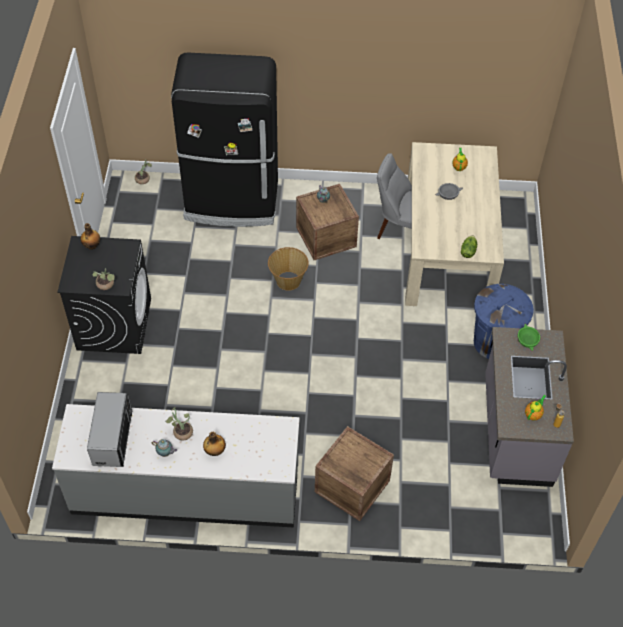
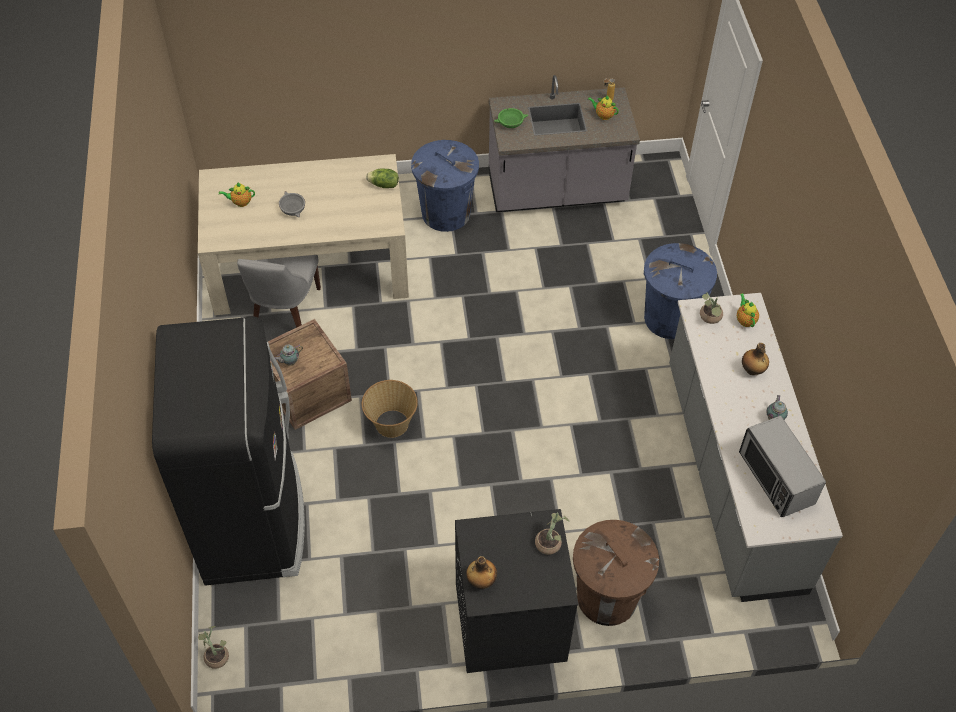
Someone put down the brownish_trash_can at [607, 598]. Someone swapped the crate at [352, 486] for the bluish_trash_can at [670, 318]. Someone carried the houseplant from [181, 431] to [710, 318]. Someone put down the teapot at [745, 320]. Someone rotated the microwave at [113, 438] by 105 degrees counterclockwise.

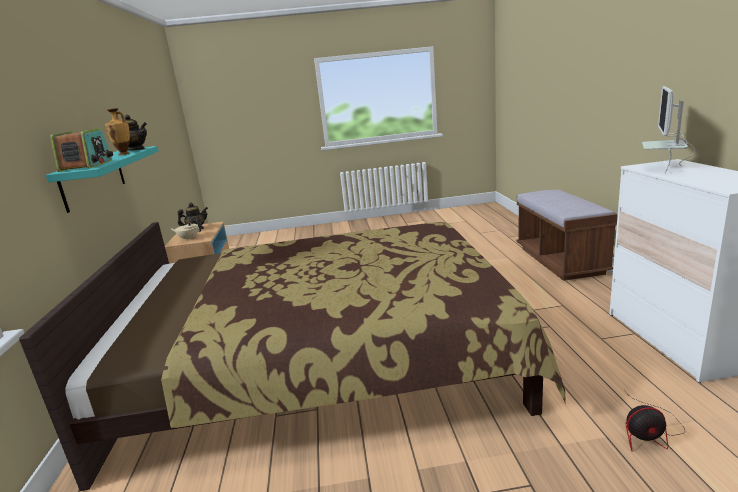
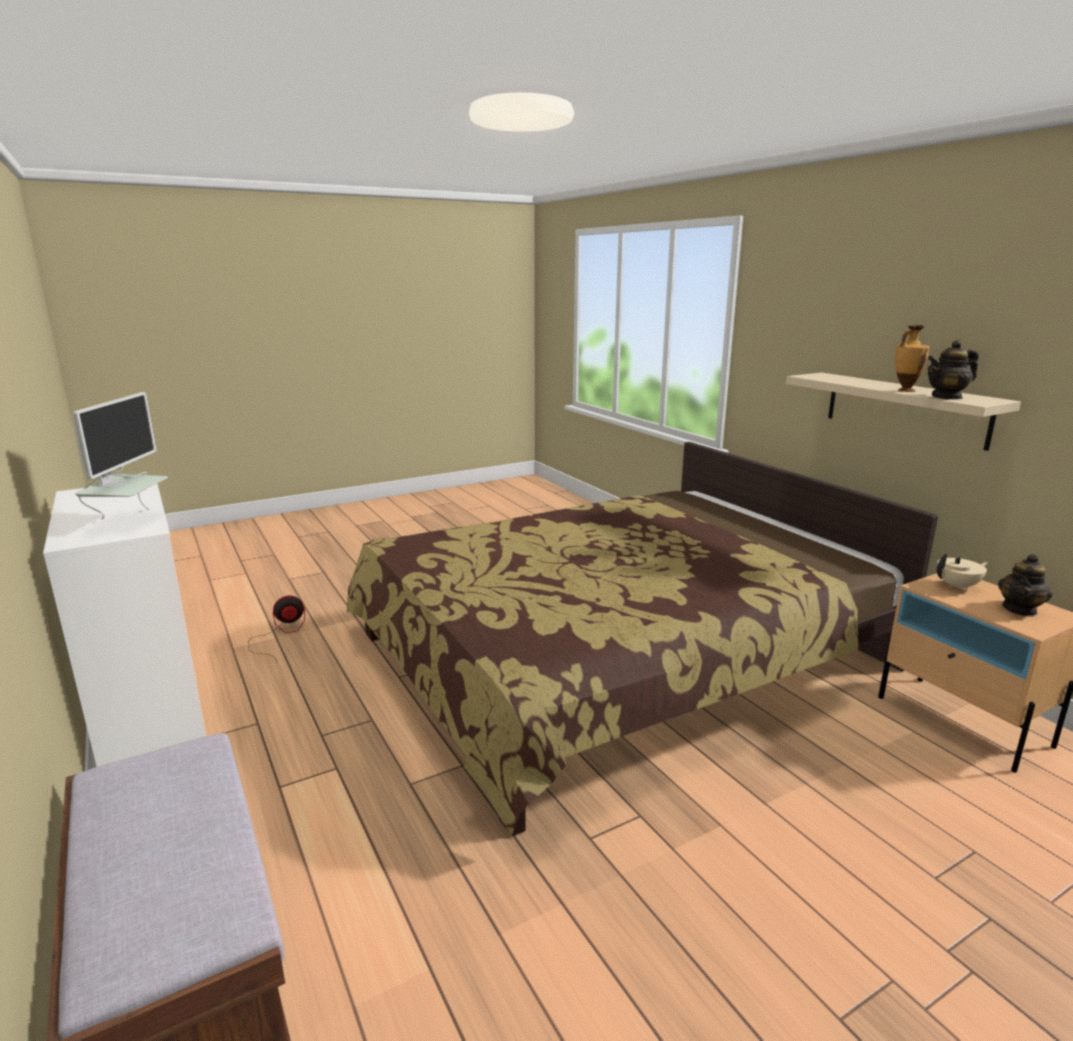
Someone repainted the blue-green_bracket_shelf at [94, 178], which became the sand-coloured_bracket_shelf at [905, 409]. Someone took away the radio at [87, 165].

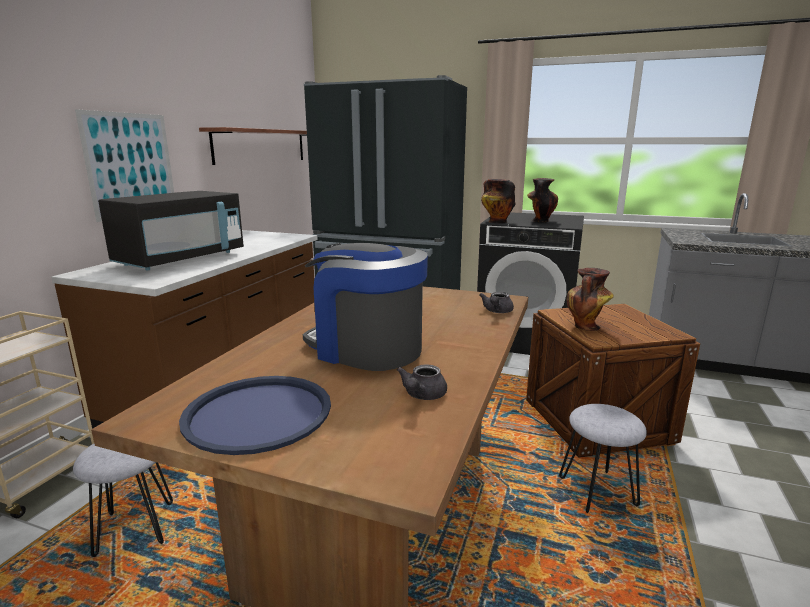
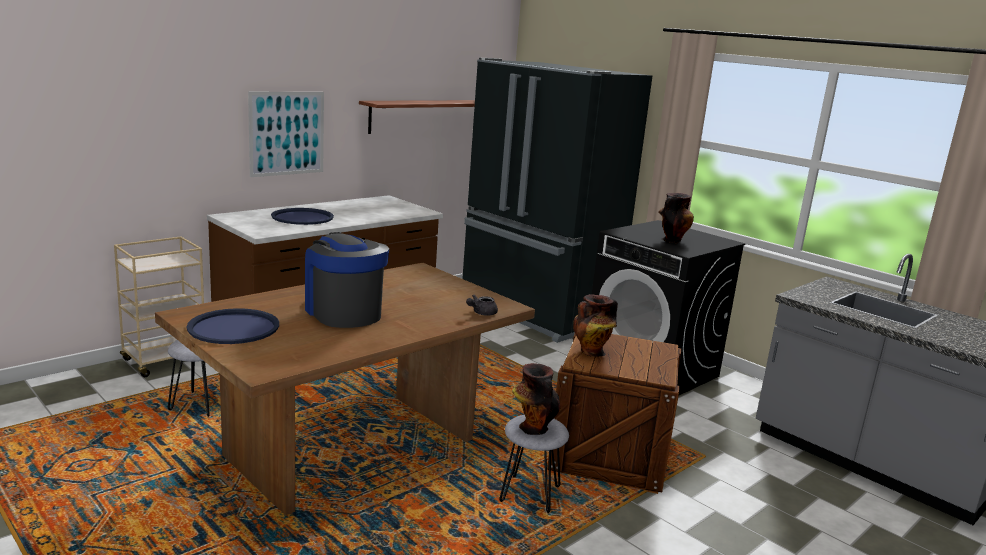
Someone swapped the black_microwave at [182, 259] for the bluish_carrying_tray at [302, 217]. Someone carried the decorative_vase from [496, 221] to [532, 427]. Someone took away the greyish_teapot at [422, 396].

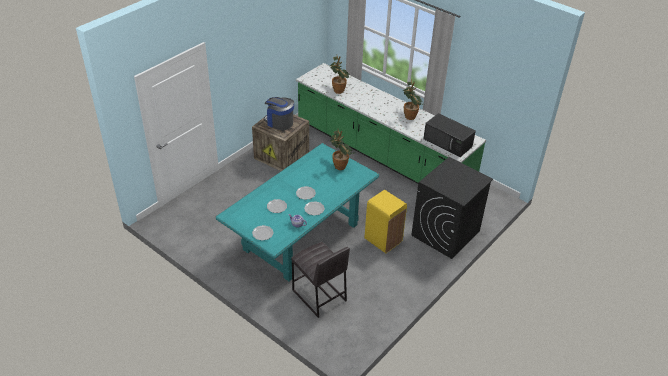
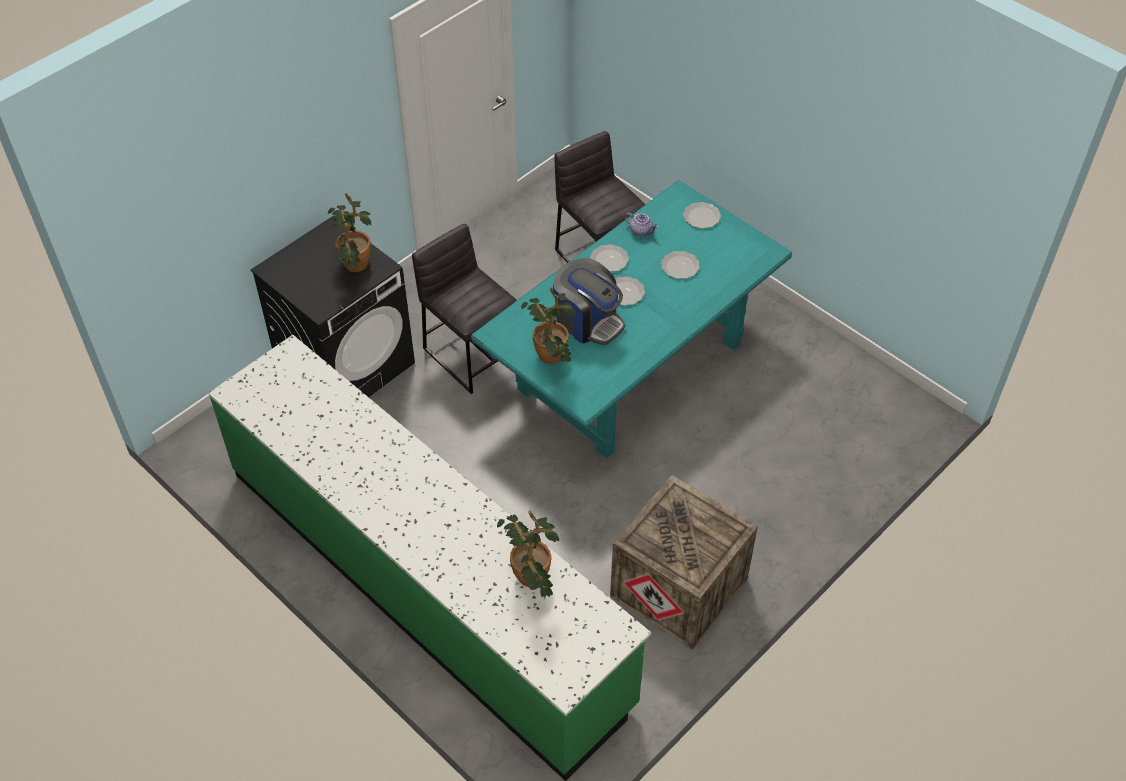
Someone carried the houseplant from [410, 115] to [354, 268]. Someone swapped the yellowish_trash_can at [383, 240] for the greyish_sitting_stool at [472, 354]. Someone carried the coffee_maker from [279, 122] to [588, 321]. Someone took away the black_microwave at [448, 143].

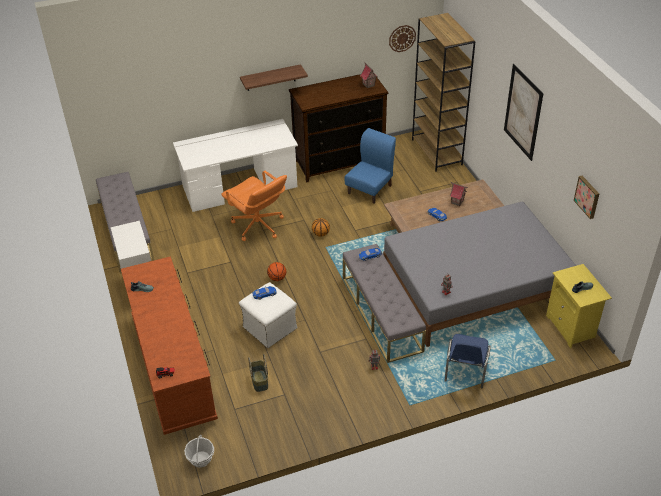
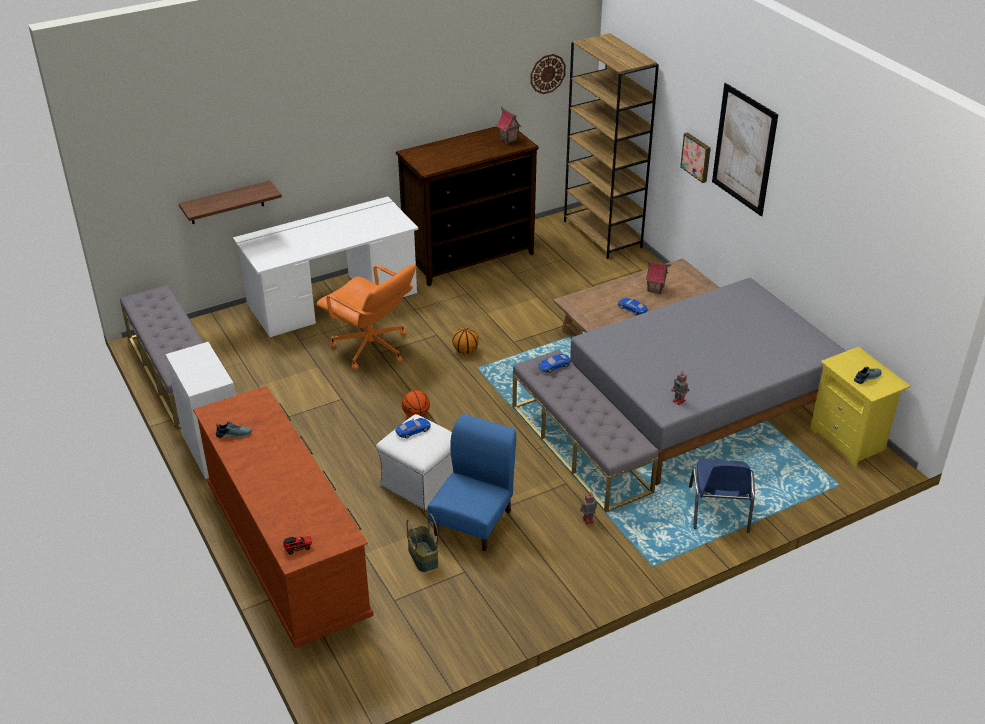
Someone carried the bracket_shelf from [271, 78] to [226, 203]. Someone carried the bluish_upright_chair from [370, 189] to [474, 522]. Someone carried the wall_picture from [587, 196] to [697, 157]. Someone took away the storage_basket at [201, 459].

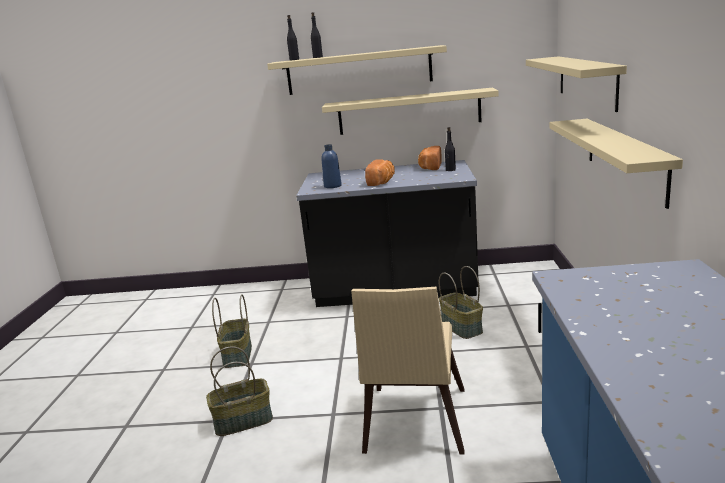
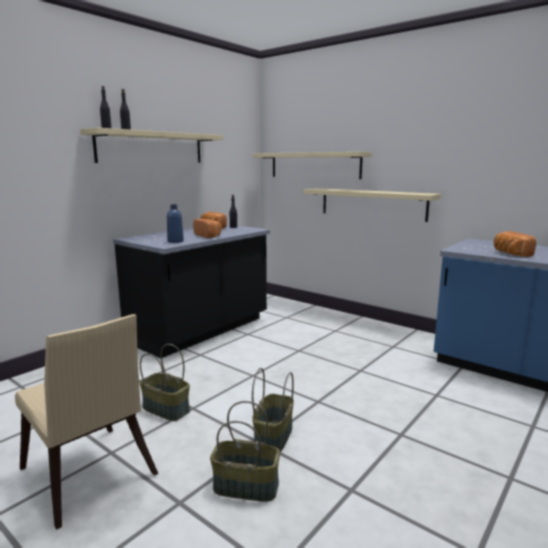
Someone carried the sand-coloured_upright_chair from [413, 425] to [89, 478]. Someone carried the storage_basket from [462, 327] to [246, 486]. Someone put down the bakery_bread at [510, 254]. Someone took away the sand-coloured_bracket_shelf at [409, 112].

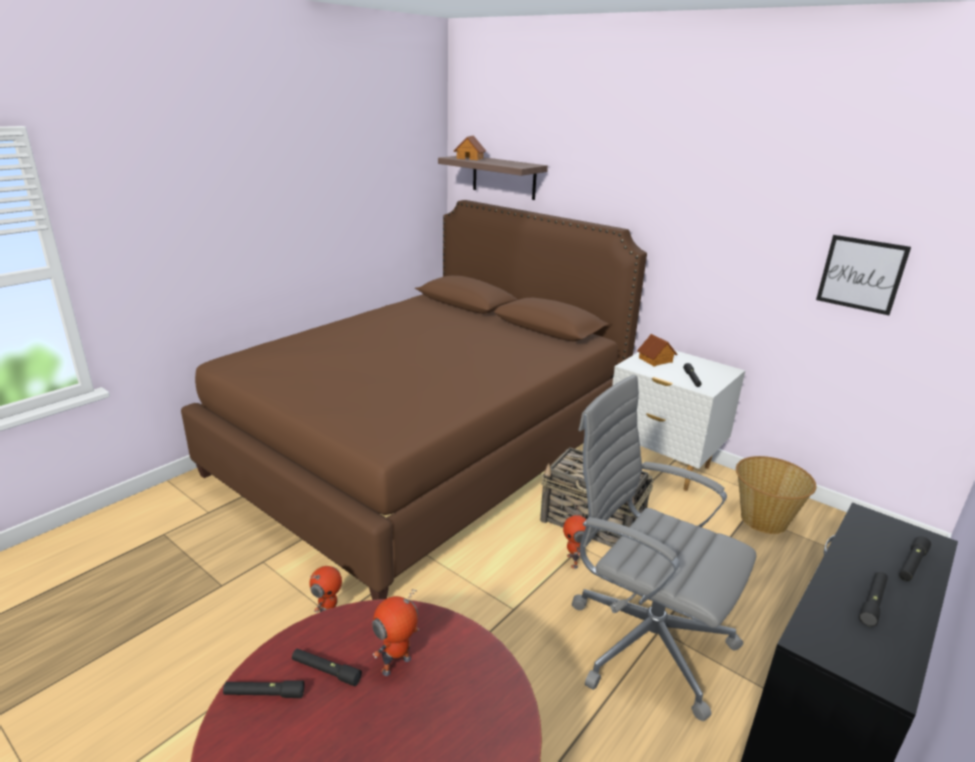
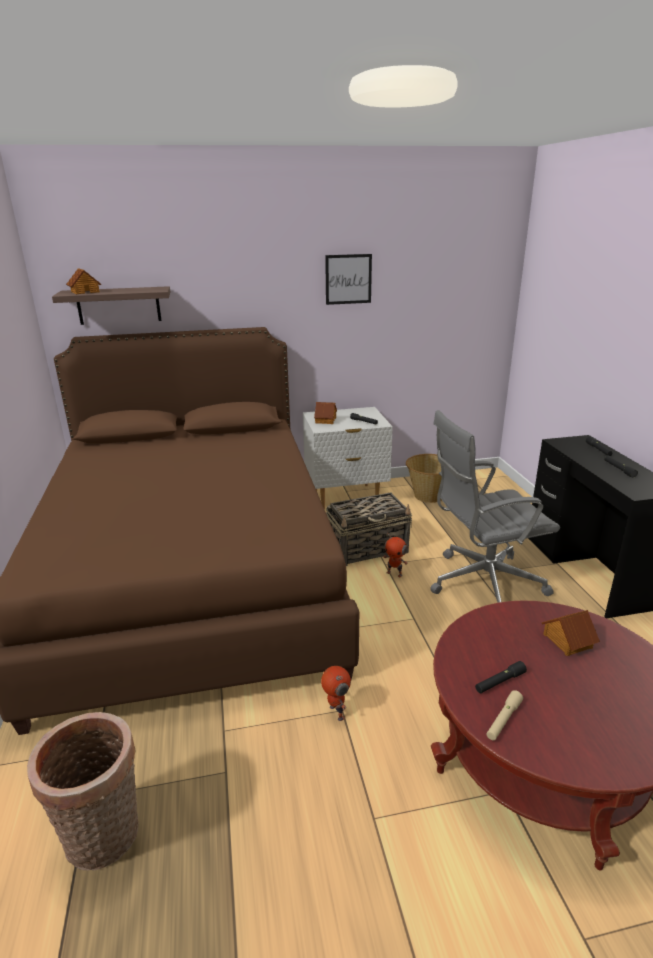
Someone put down the storage_basket at [105, 838]. Someone carried the wall_picture from [861, 274] to [348, 279]. Someone repainted the black_flashlight at [264, 694], which became the sand-coloured_flashlight at [503, 720]. Someone put down the miniature_house at [567, 641]. Someone took away the toy_robot at [397, 666].

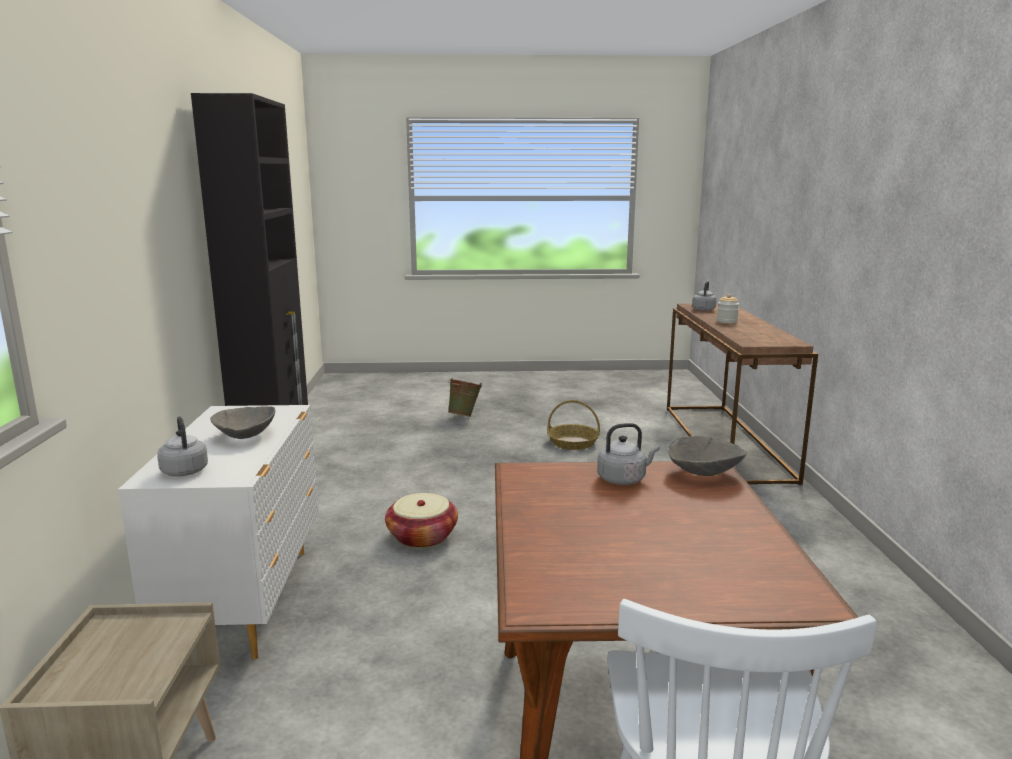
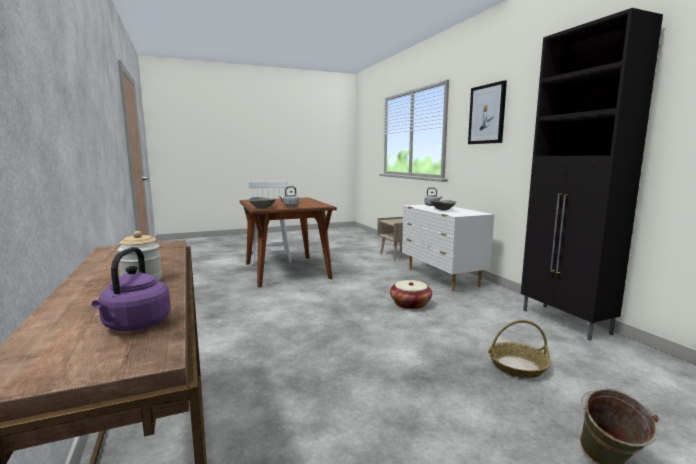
Someone repainted the greyish_kettle at [704, 309], which became the purplish_kettle at [135, 325]. Someone put up the wall_picture at [487, 114]. Someone carried the storage_basket from [573, 443] to [517, 366].

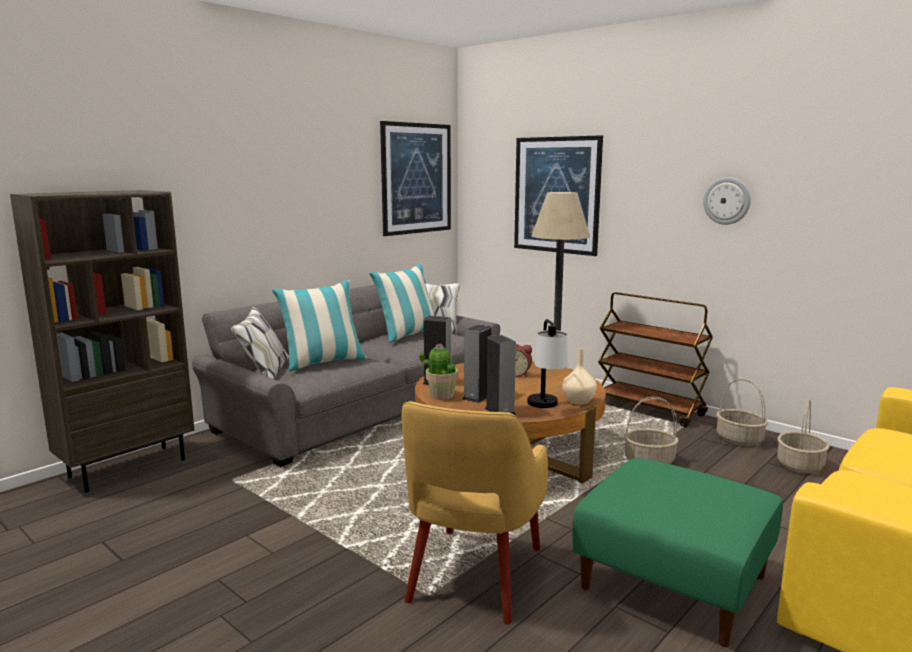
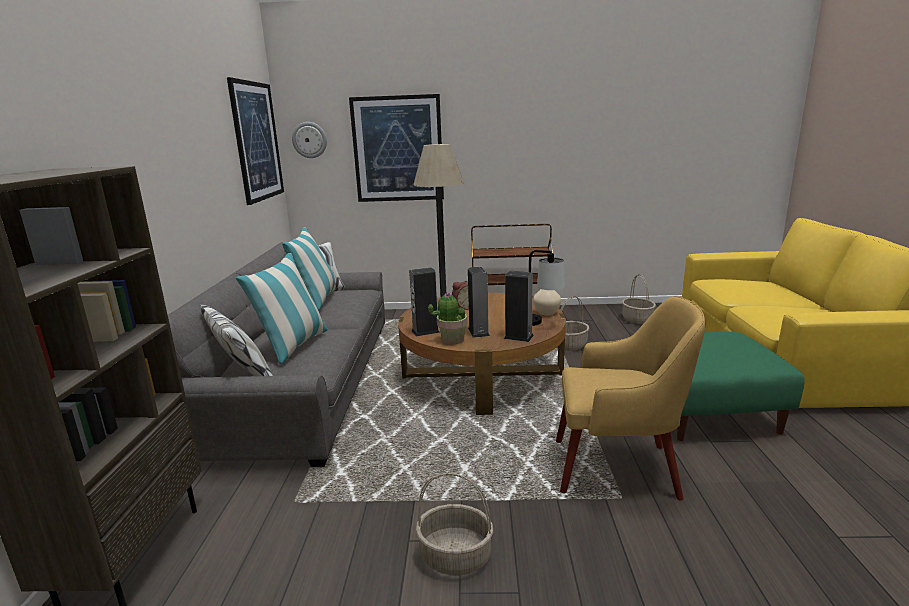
Someone carried the hanging_clock from [727, 201] to [309, 140]. Someone carried the storage_basket from [738, 439] to [454, 557]. Someone rotated the yellowish_armchair at [473, 576] by 60 degrees counterclockwise.

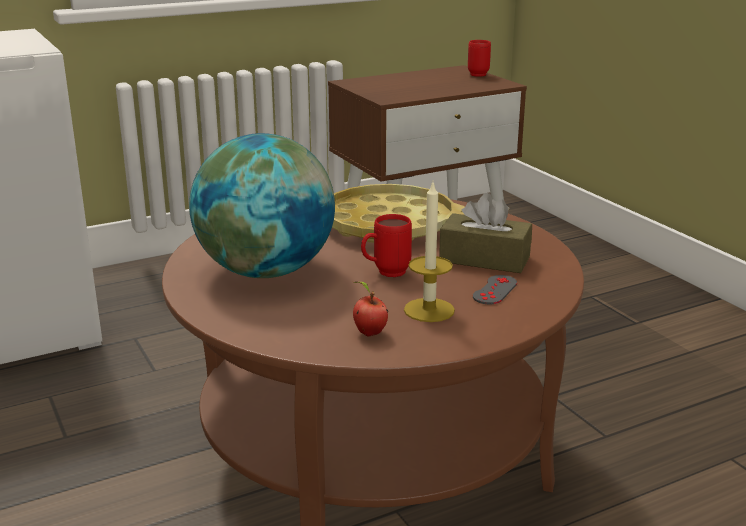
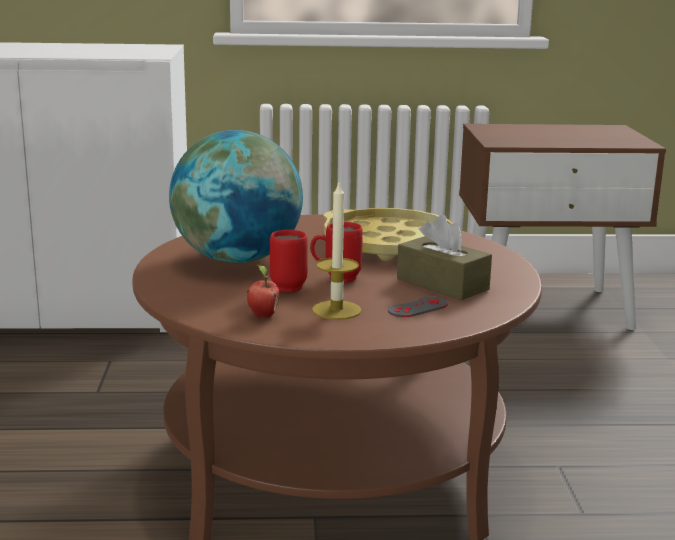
Someone carried the red_tea_mug from [476, 74] to [290, 285].

